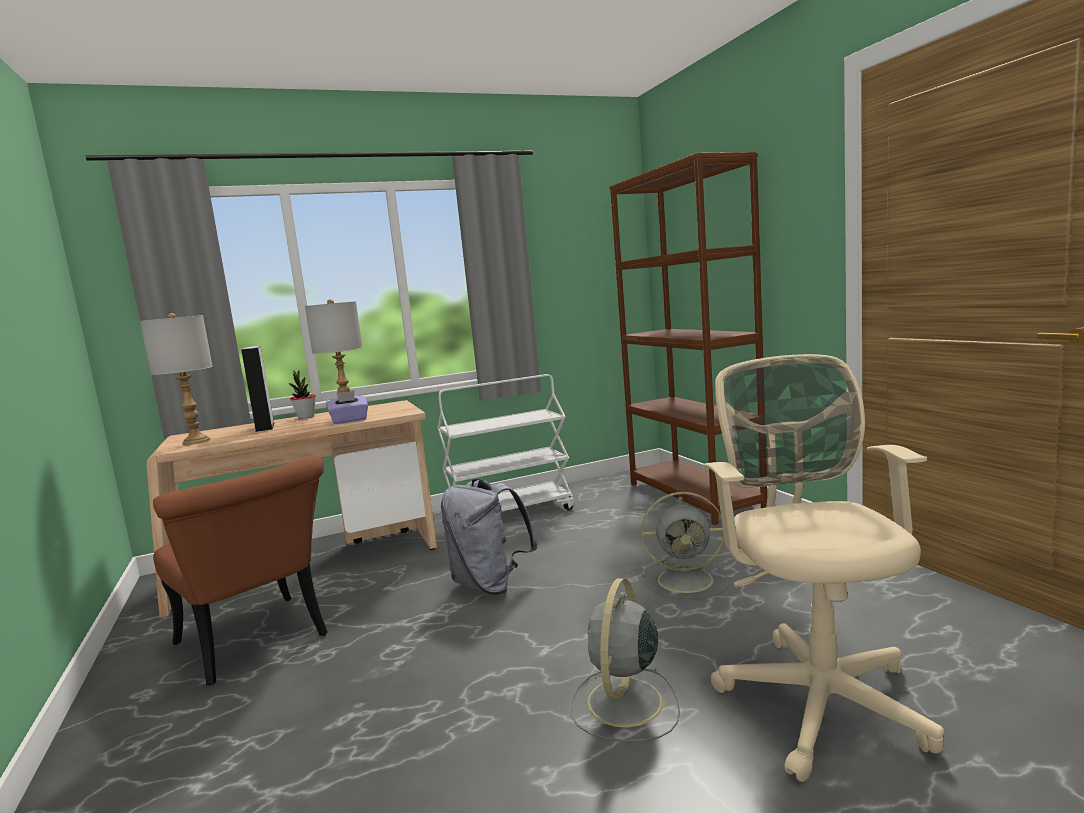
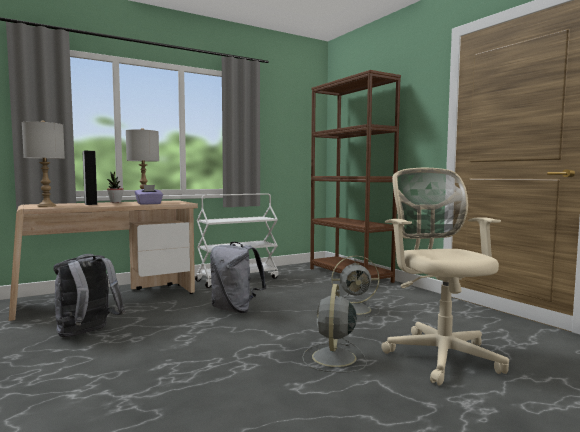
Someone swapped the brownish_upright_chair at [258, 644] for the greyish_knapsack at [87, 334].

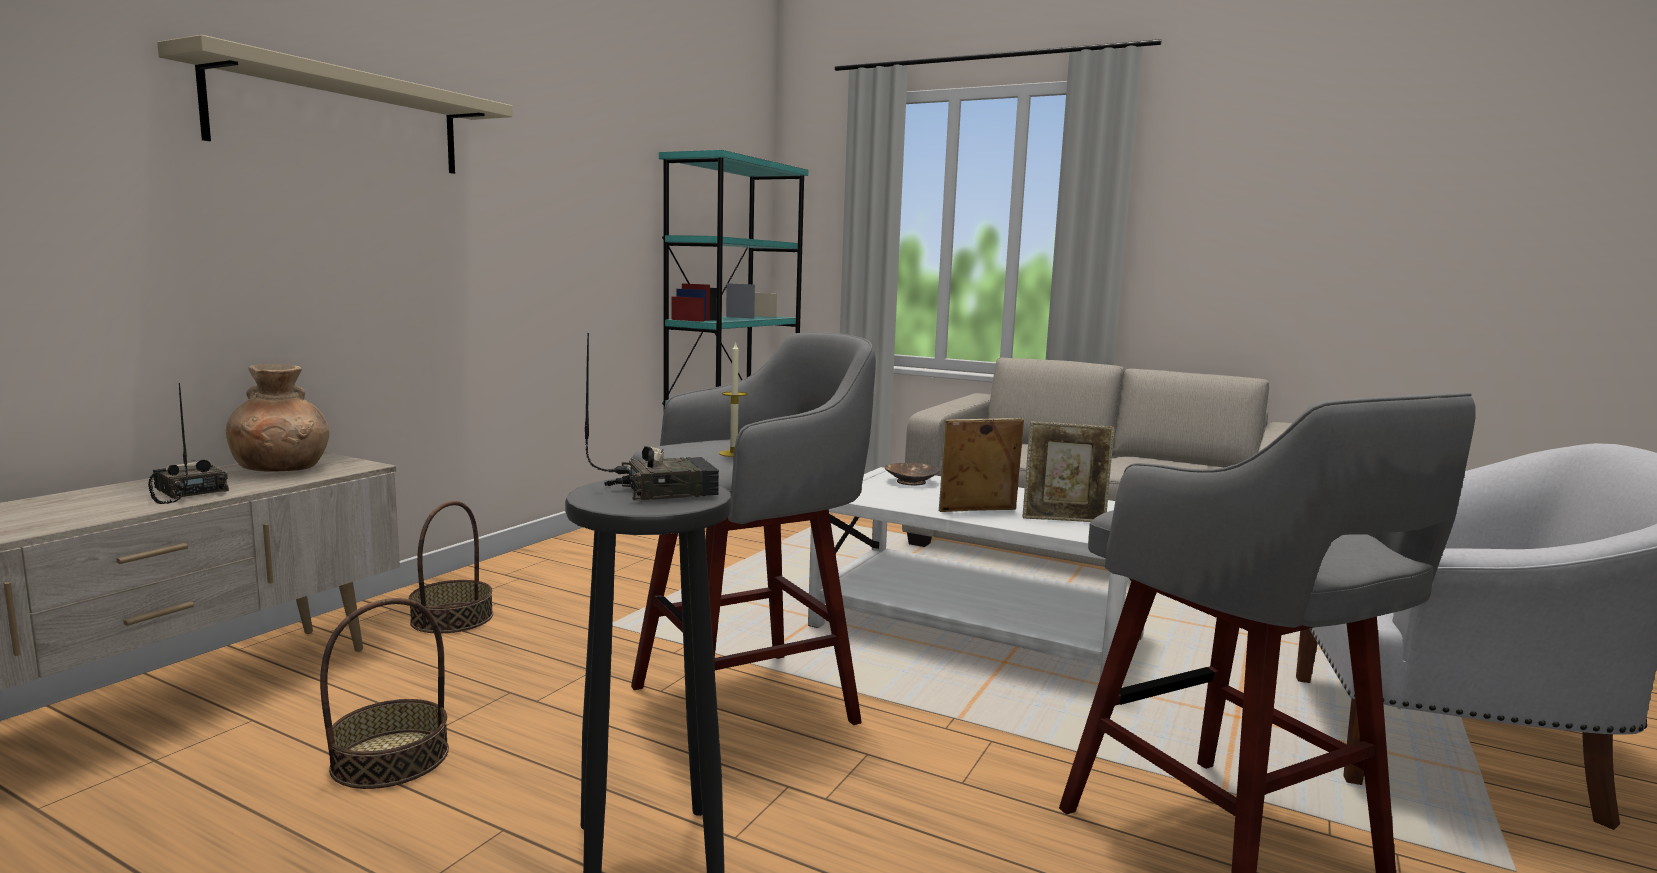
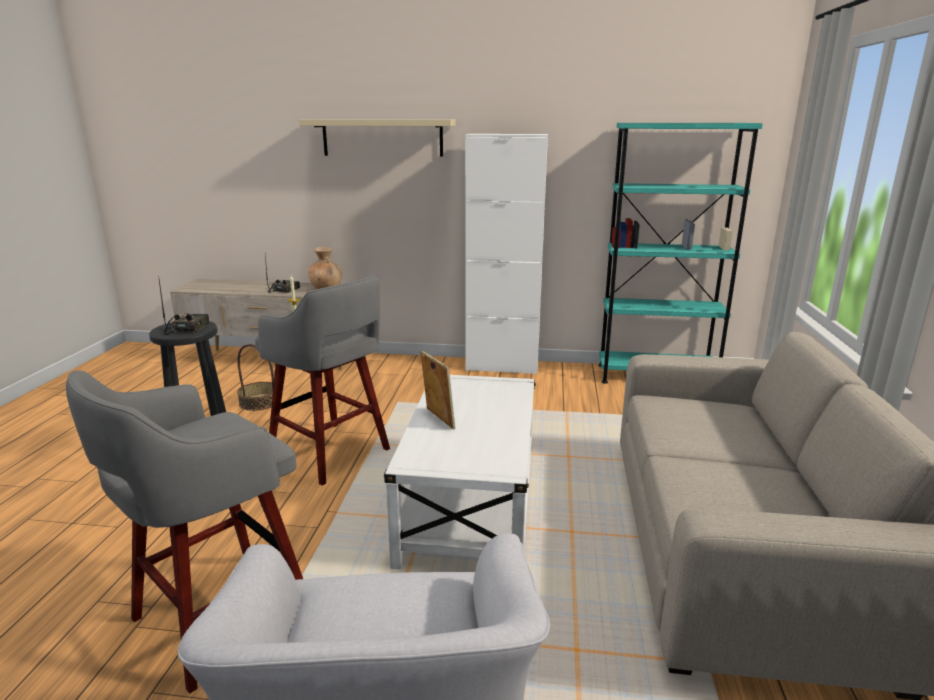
Someone rotated the radio at [663, 490] by 135 degrees counterclockwise. Someone put down the white-coloured_cabinet at [502, 367]. Someone took away the storage_basket at [452, 618]. Someone took away the brownish_deep_dish at [910, 481]. Someone took away the picture_frame at [1064, 520].

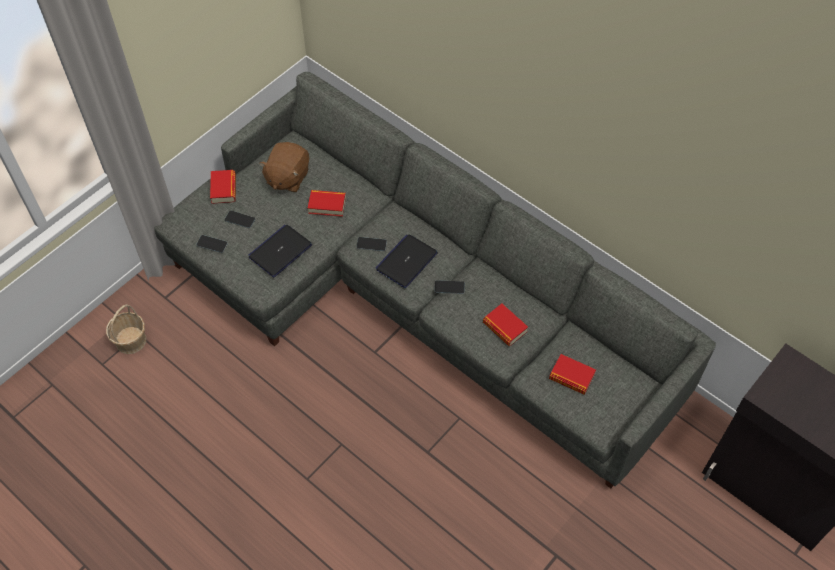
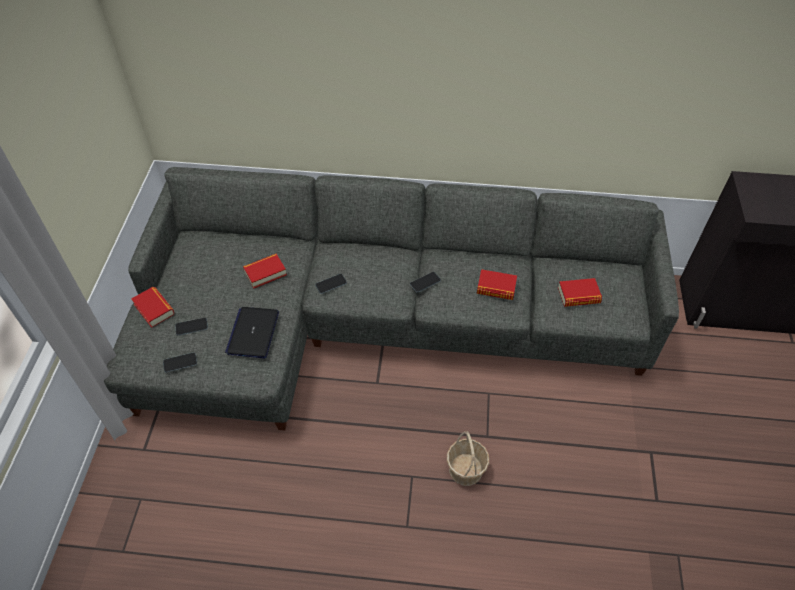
Someone carried the storage_basket from [131, 340] to [466, 469]. Someone took away the brownish_cuddly_toy at [287, 177]. Someone took away the laptop at [406, 261].

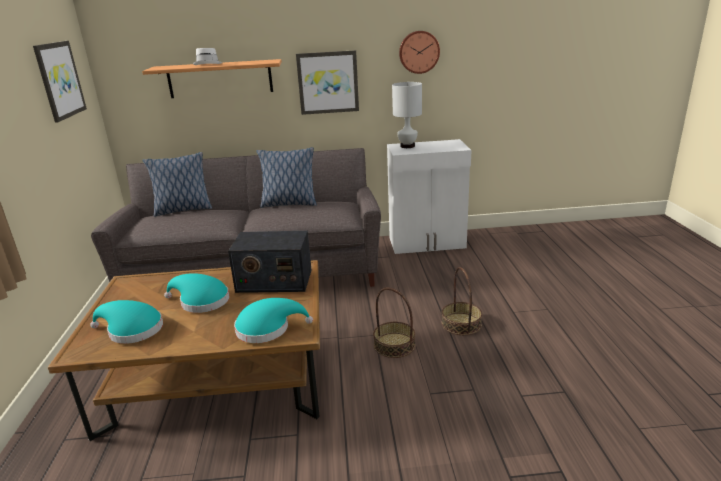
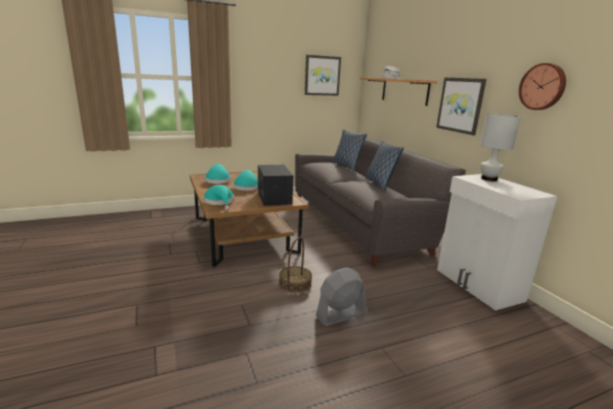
Someone swapped the storage_basket at [461, 324] for the greyish_fan at [340, 314].

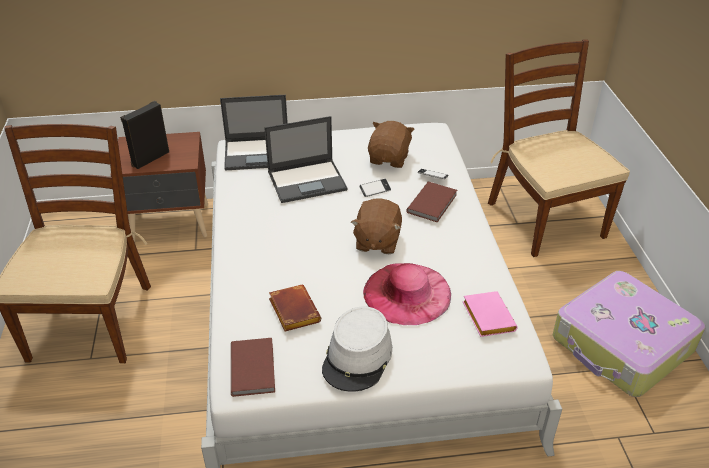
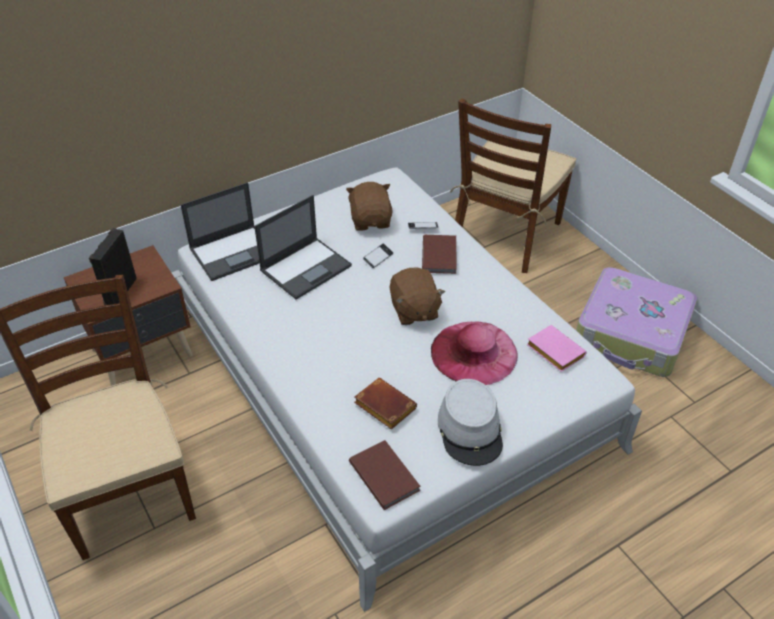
Someone rotated the brownish_upright_chair at [544, 219] by 105 degrees counterclockwise.

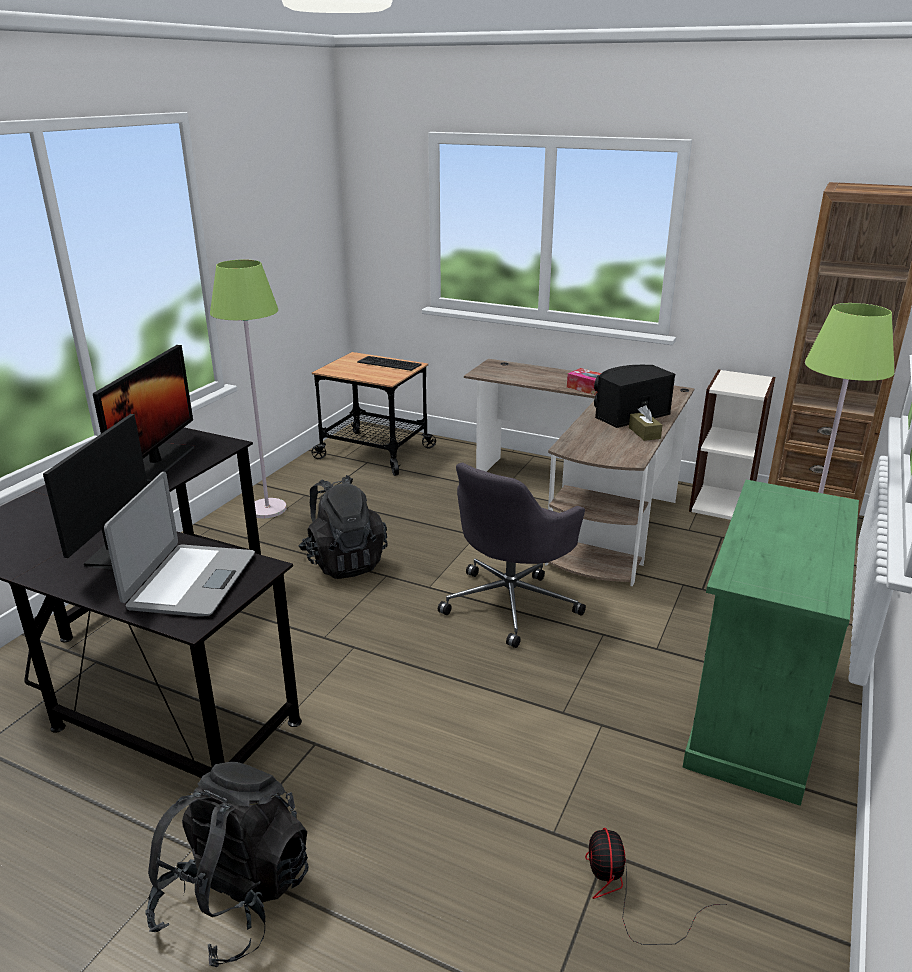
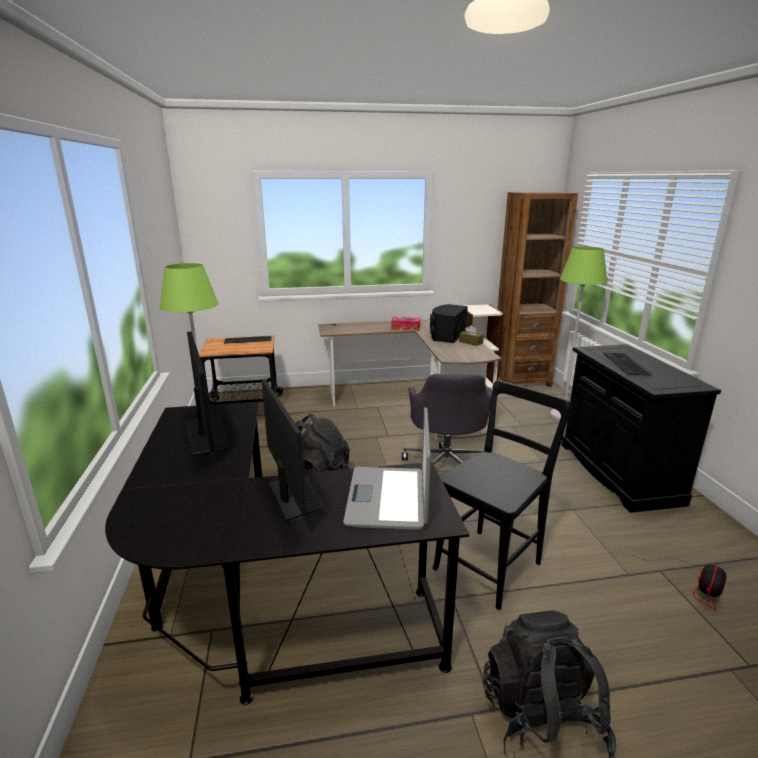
Someone rotated the laptop at [190, 581] by 150 degrees counterclockwise. Someone put down the black_upright_chair at [491, 563]. Someone repainted the green_cabinet at [754, 710], which became the black_cabinet at [618, 472]. Someone put down the keyboard at [626, 364]. Someone rotated the fan at [626, 895] by 105 degrees counterclockwise.

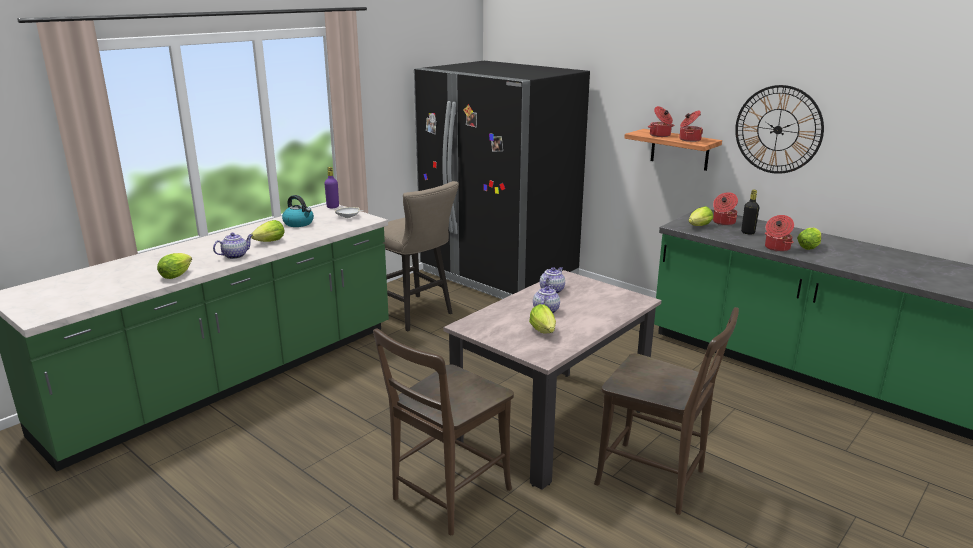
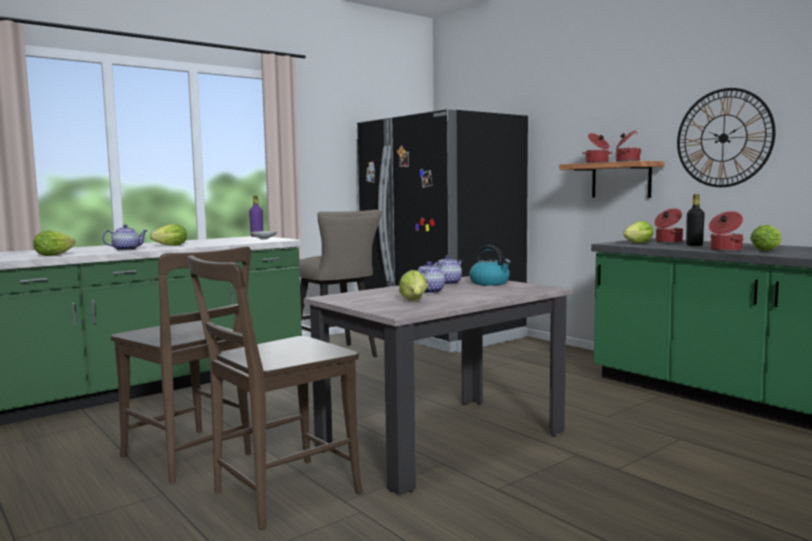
Someone carried the brownish_upright_chair from [656, 479] to [190, 457]. Someone carried the kettle from [299, 223] to [490, 283].

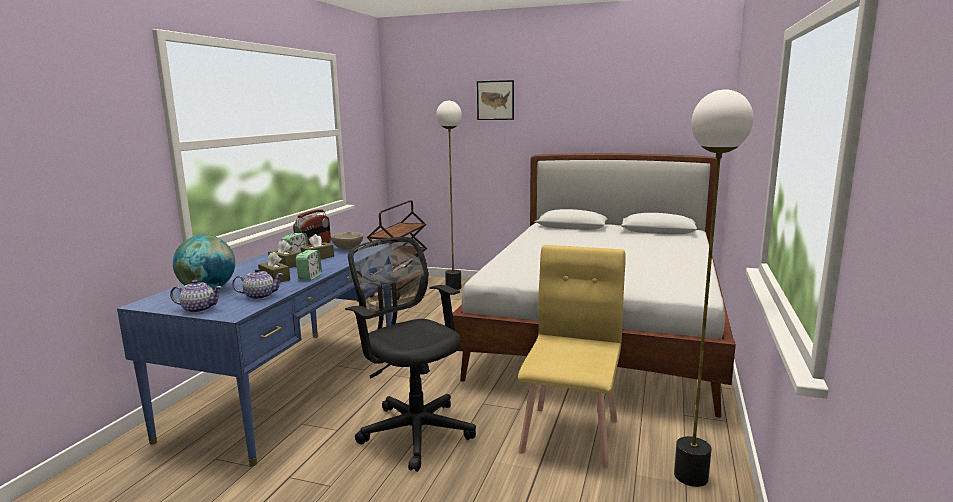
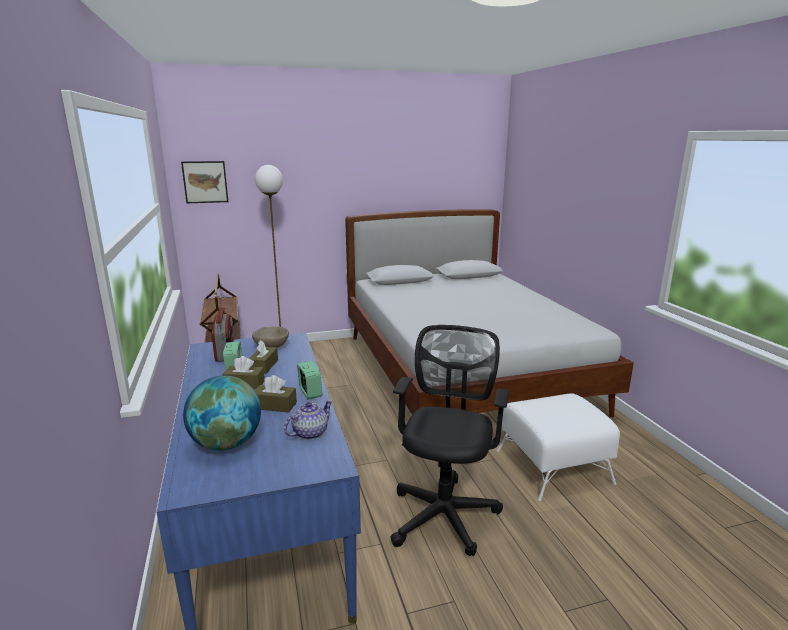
Someone carried the wall_picture from [495, 100] to [205, 182]. Someone rotated the black_desk_chair at [414, 430] by 90 degrees clockwise. Someone swapped the yellowish_upright_chair at [571, 435] for the white-coloured_pouffe at [554, 466]. Someone took away the teapot at [198, 309]. Someone took away the floor_lamp at [691, 476].

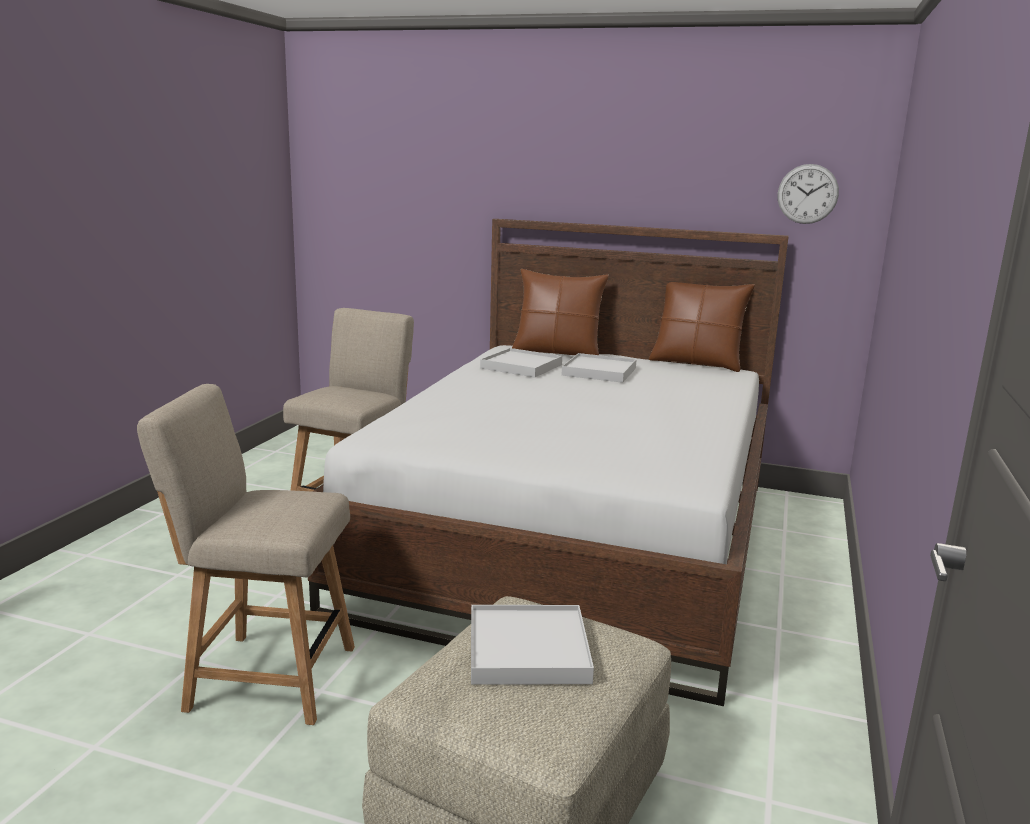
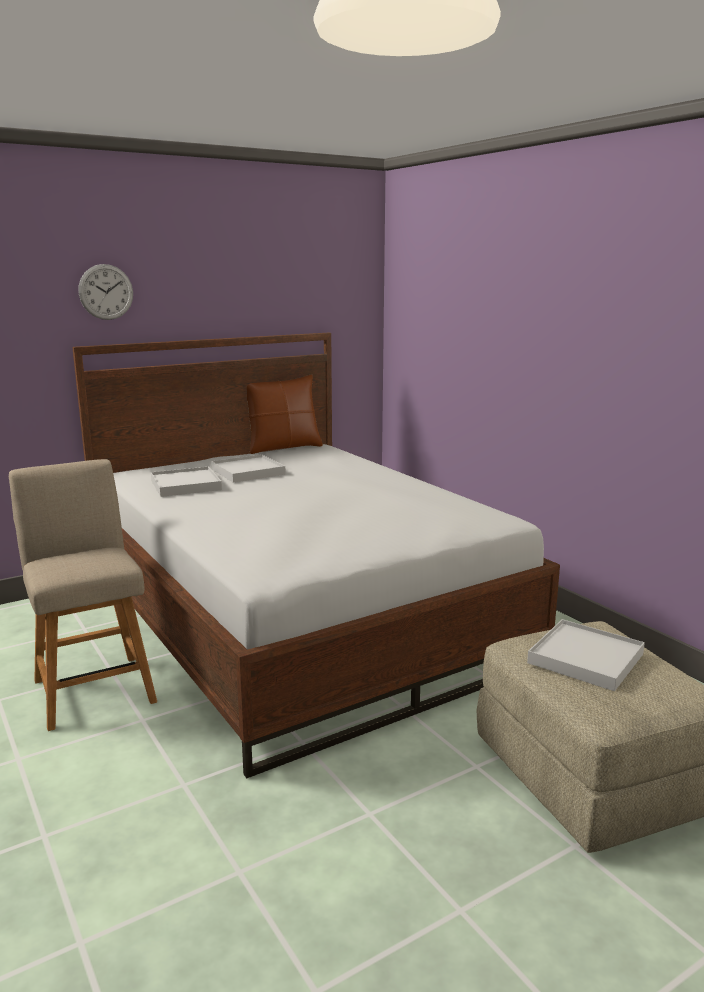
Someone carried the hanging_clock from [807, 194] to [106, 292]. Someone took away the sand-coloured_upright_chair at [264, 676]. Someone took away the brownish_pillow at [557, 353].

